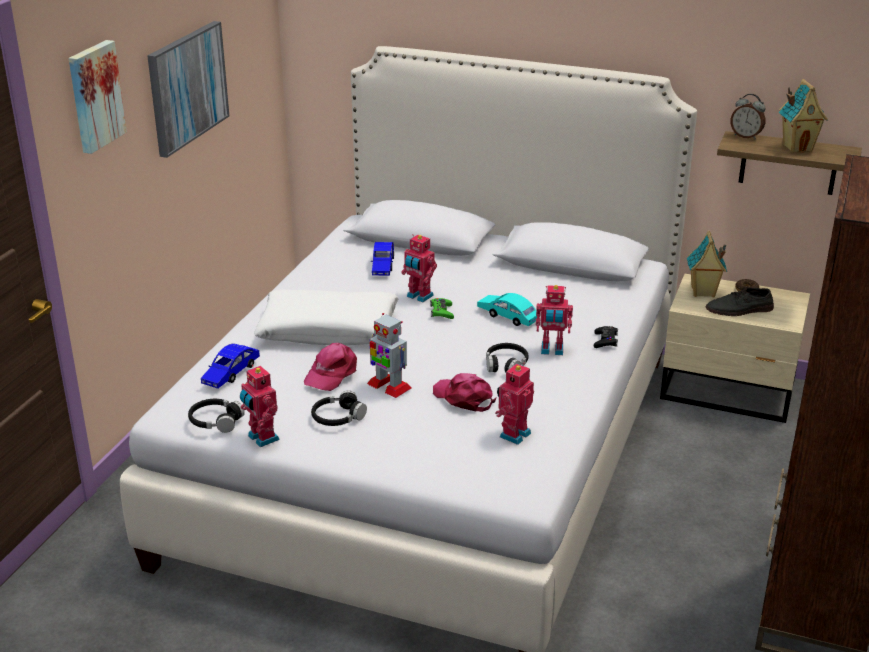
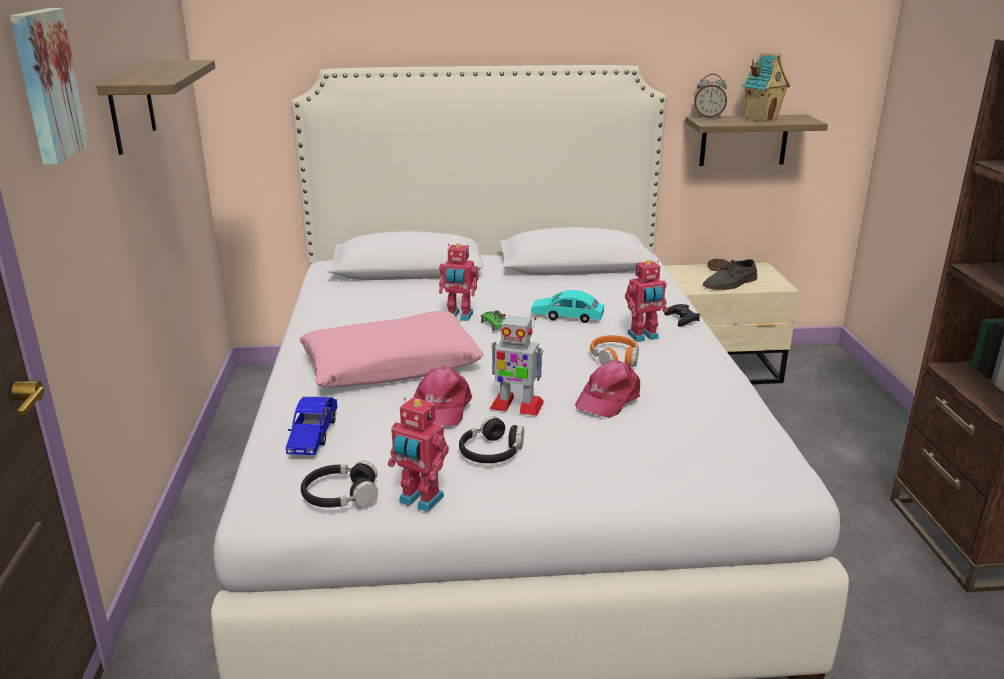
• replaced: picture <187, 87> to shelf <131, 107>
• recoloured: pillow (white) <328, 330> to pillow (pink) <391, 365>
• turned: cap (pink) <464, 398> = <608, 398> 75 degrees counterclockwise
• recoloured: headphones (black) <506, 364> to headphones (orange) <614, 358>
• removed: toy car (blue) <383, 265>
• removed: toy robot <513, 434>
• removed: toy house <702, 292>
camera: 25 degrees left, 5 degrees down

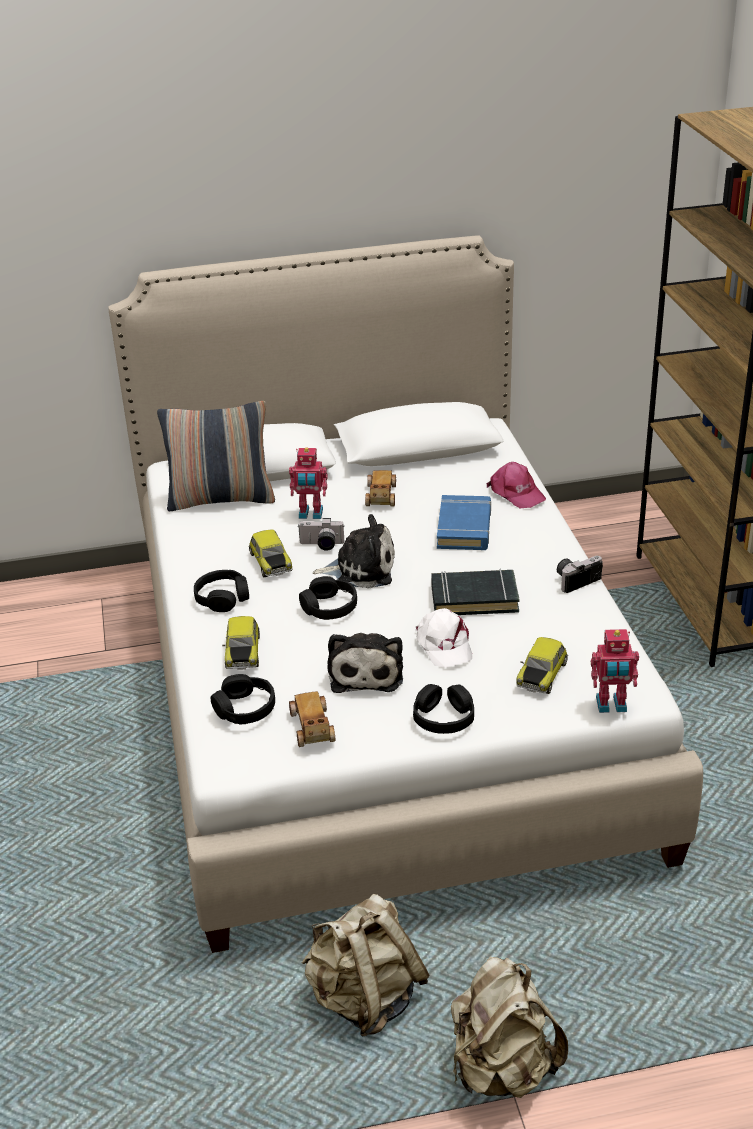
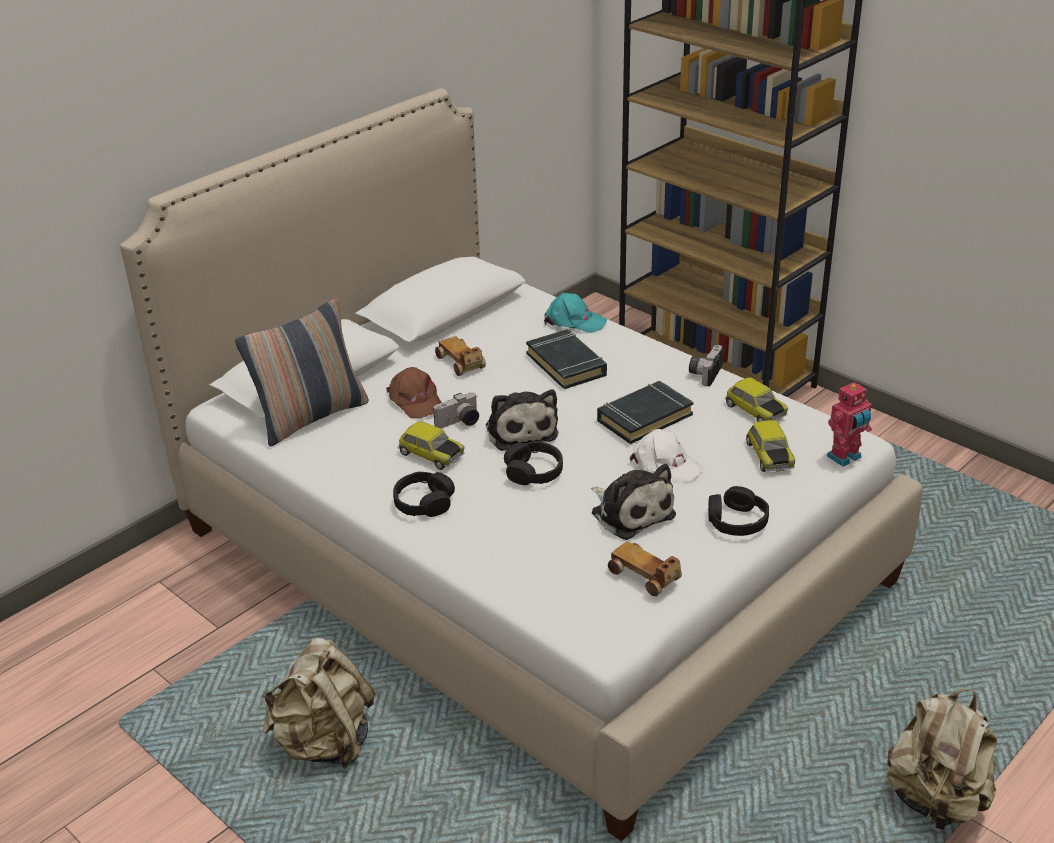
• moved: backpack (beige) <365, 998> to <324, 742>
• replaced: toy robot <310, 514> to cap (brown) <415, 400>
• turned: plush toy <361, 569> = <520, 430> 105 degrees clockwise
• recoloured: book (blue) <464, 528> to book (black) <566, 364>
• recoloured: cap (pink) <516, 493> to cap (turquoise) <574, 321>
• moved: toy car <242, 652> to <754, 411>
• removed: headphones (black) <245, 708>
camera: 35 degrees left, 0 degrees up

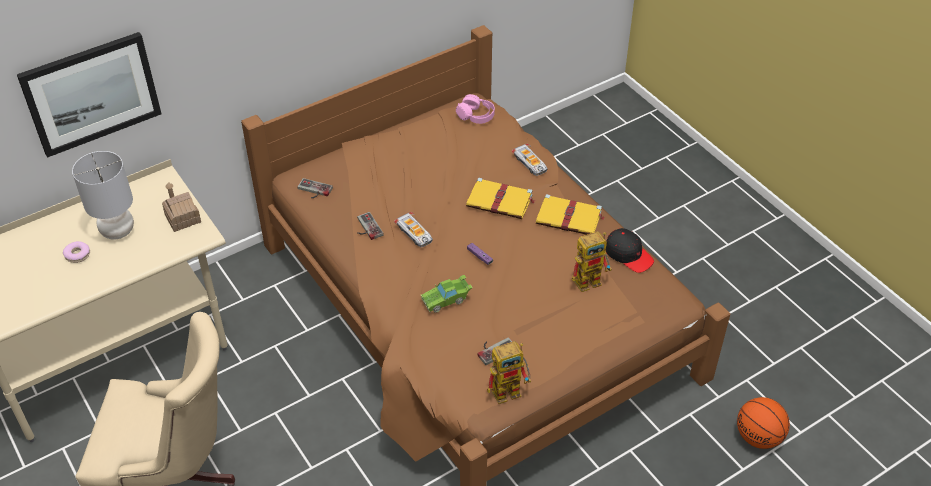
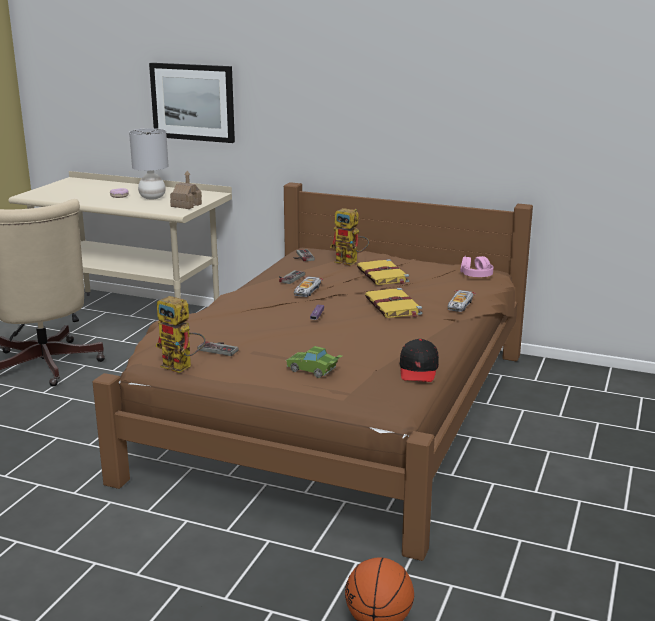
• moved: toy car (green) <446, 299> to <314, 371>
• moved: toy robot <591, 279> to <351, 262>
• moved: book (yellow) <570, 218> to <383, 275>
camera: 55 degrees right, 25 degrees down

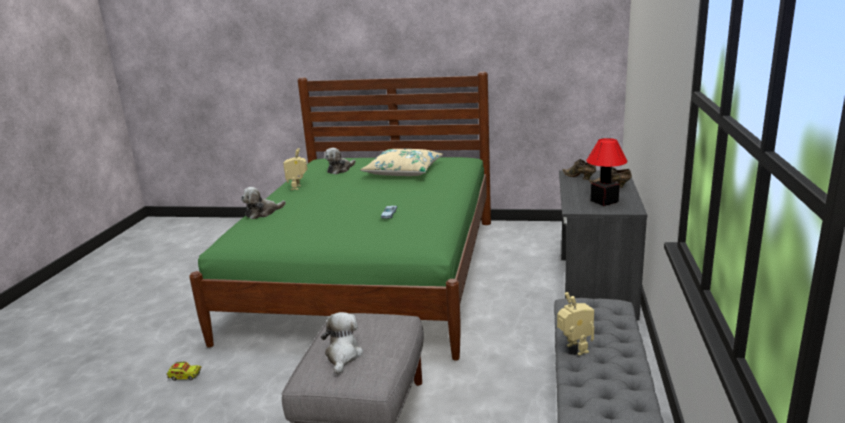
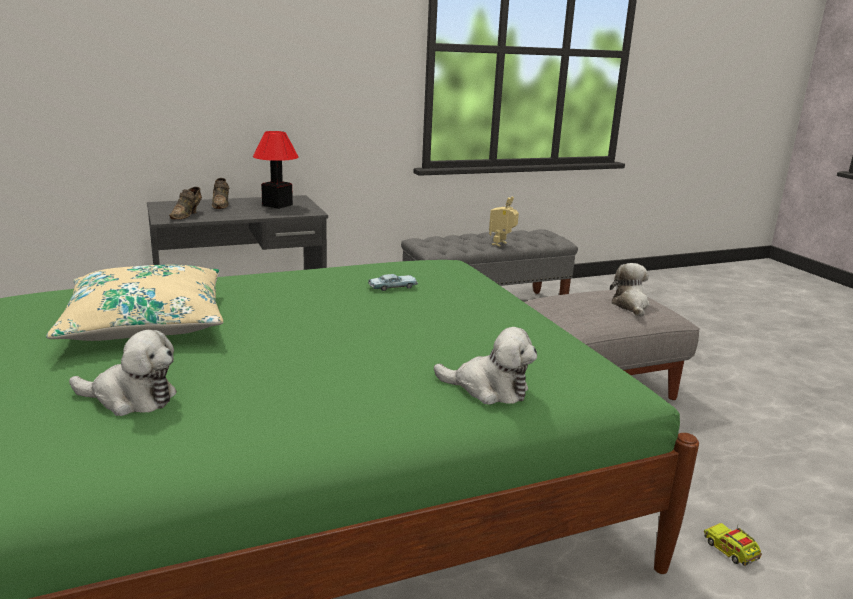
• turned: plush toy <343, 356> = <630, 305> 120 degrees clockwise
• removed: toy robot <298, 187>
camera: 125 degrees left, 0 degrees up

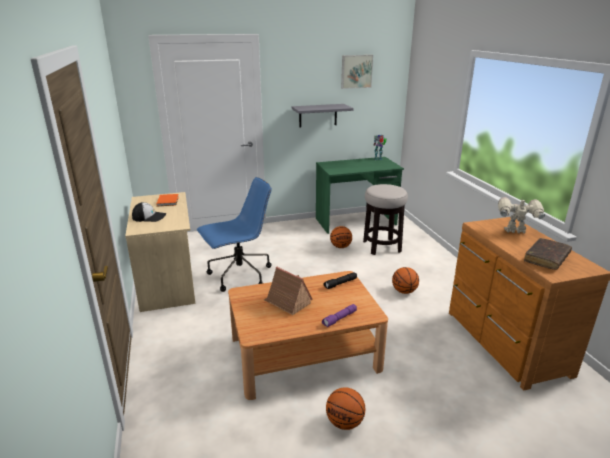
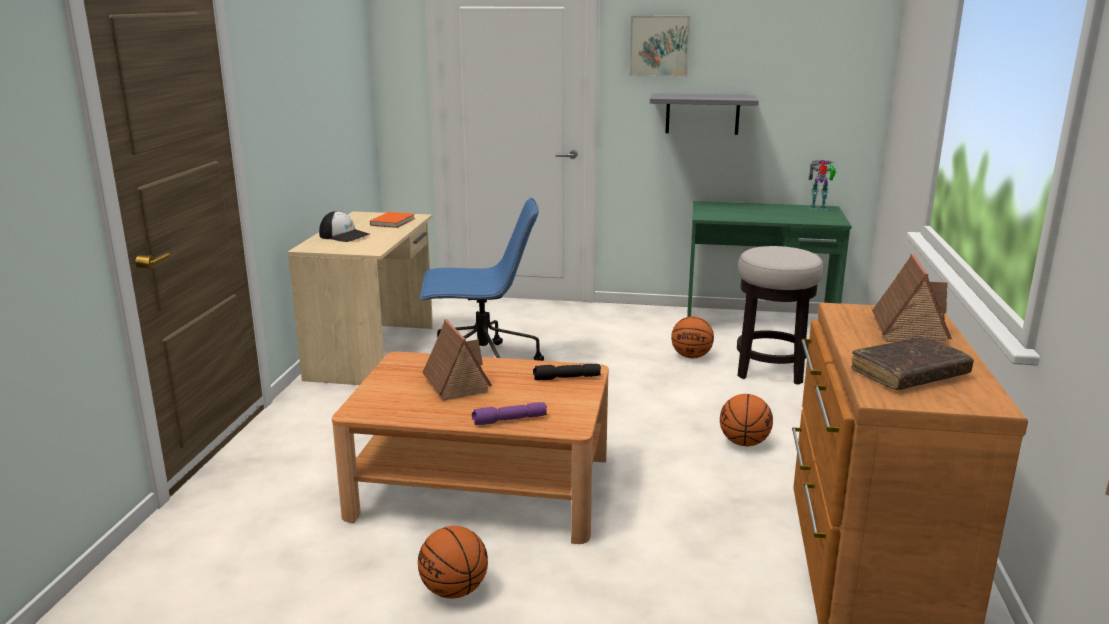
• moved: picture <356, 71> to <659, 46>
• replaced: toy robot <515, 232> to toy house <907, 330>
camera: 25 degrees right, 5 degrees down

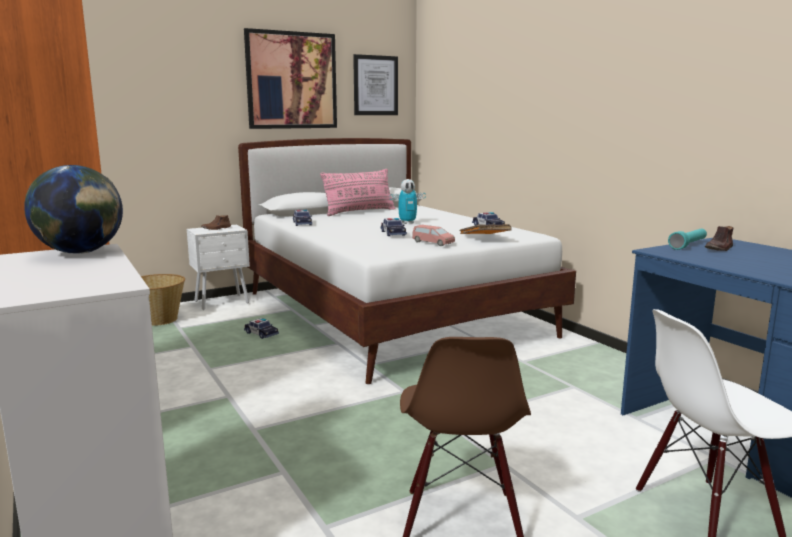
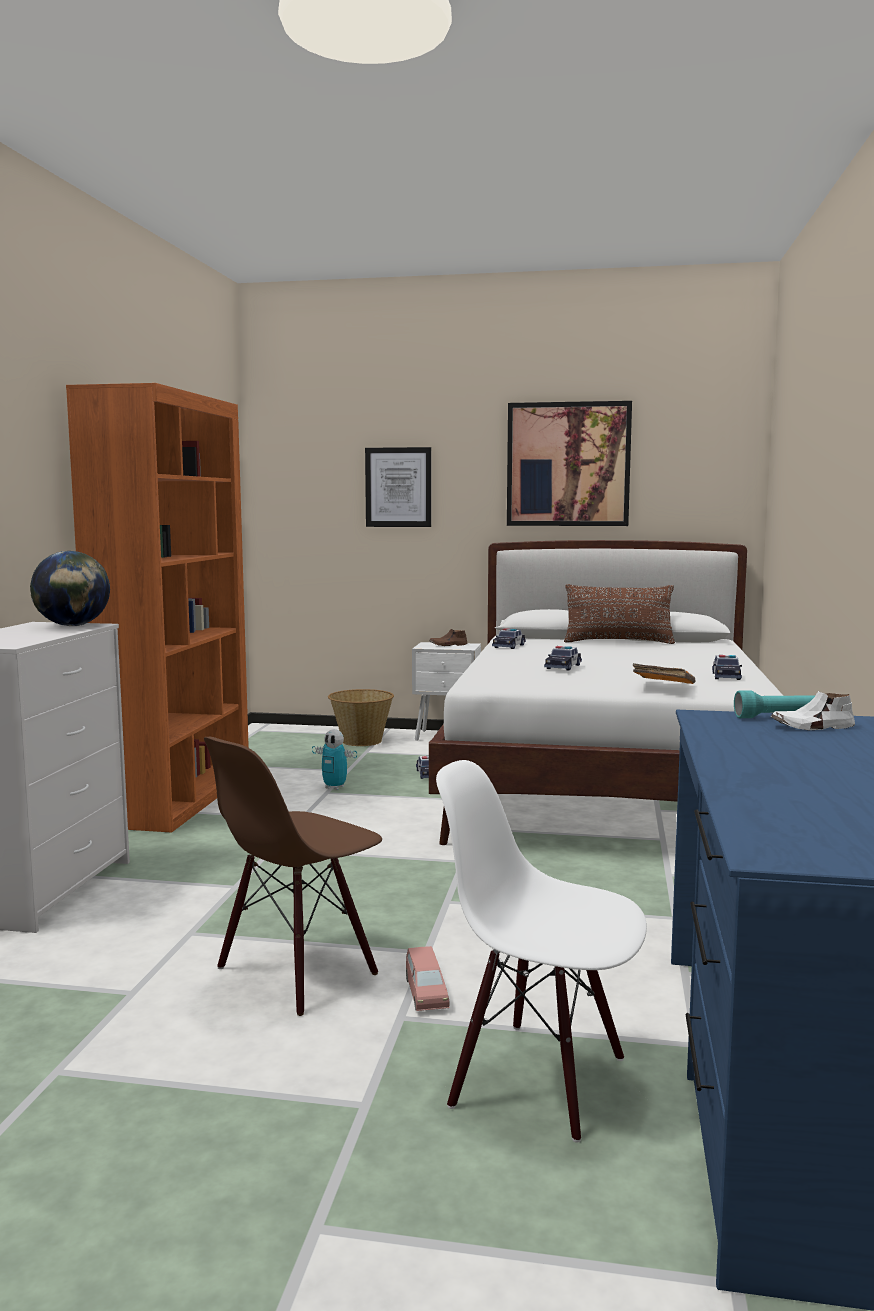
• moved: toy robot <407, 223> to <334, 787>
• moved: picture <375, 85> to <398, 487>
• moved: toy car (pink) <433, 243> to <426, 993>
• recoloured: pillow (pink) <359, 212> to pillow (brown) <618, 642>
• recoloured: shoe (brown) <719, 248> to shoe (white) <813, 727>
camera: 40 degrees right, 5 degrees down

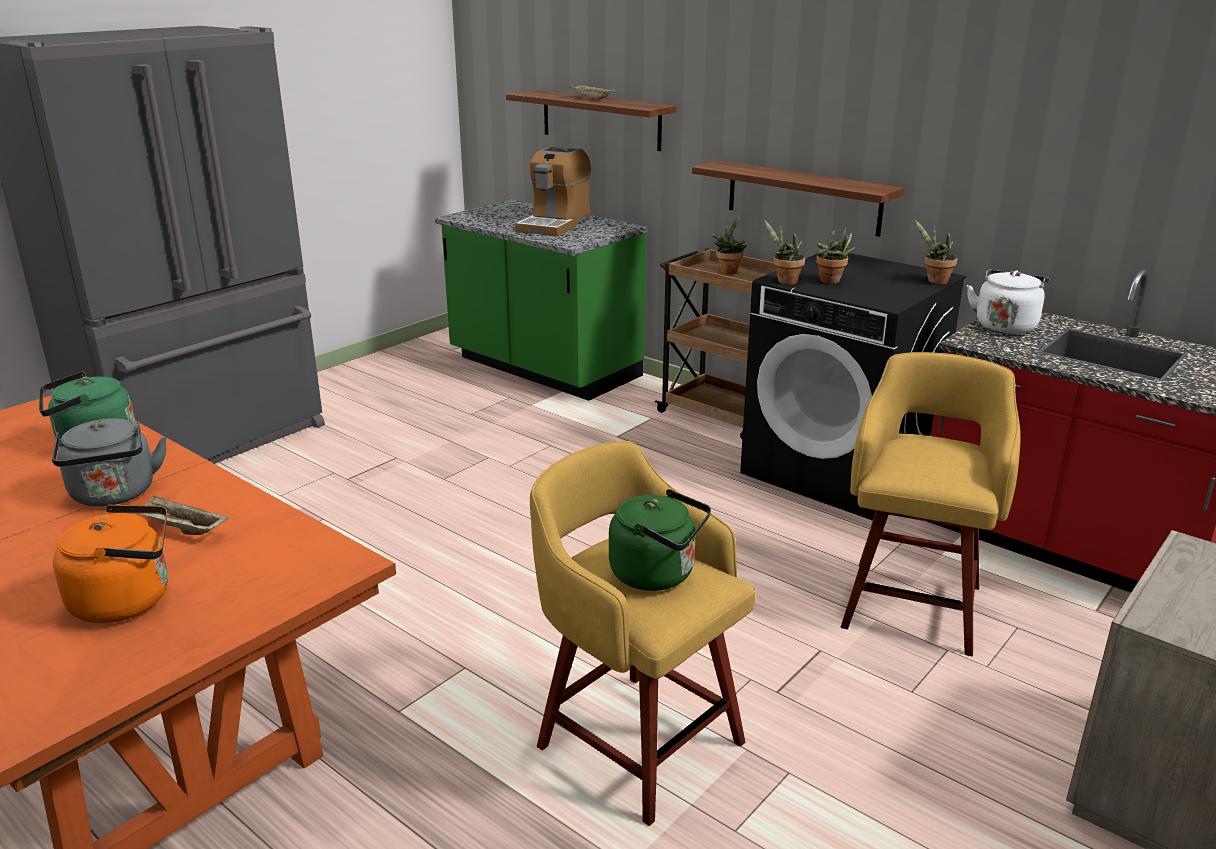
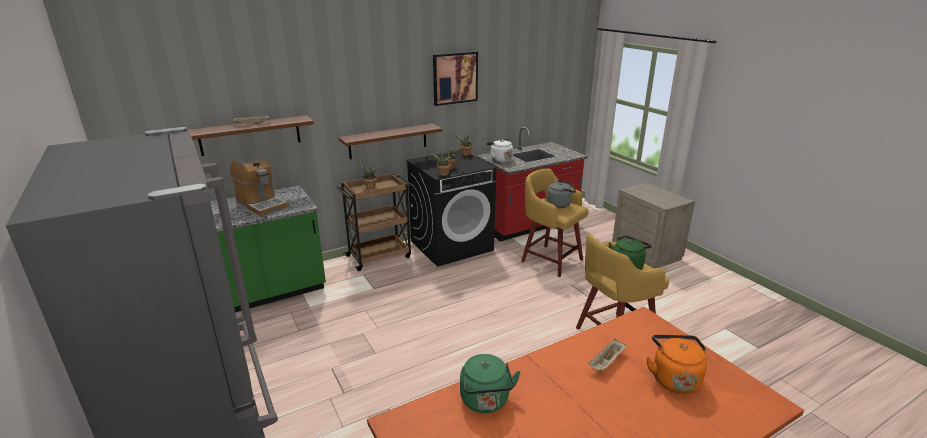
• added: picture <455, 78>
• moved: kettle (grey) <114, 495> to <560, 204>
camera: 70 degrees left, 0 degrees up

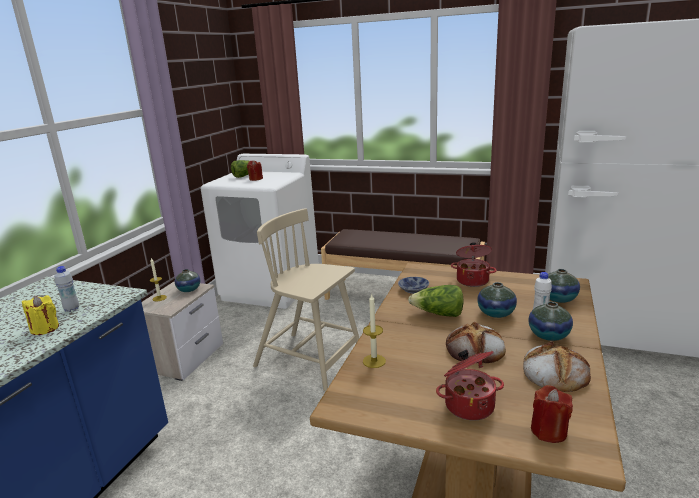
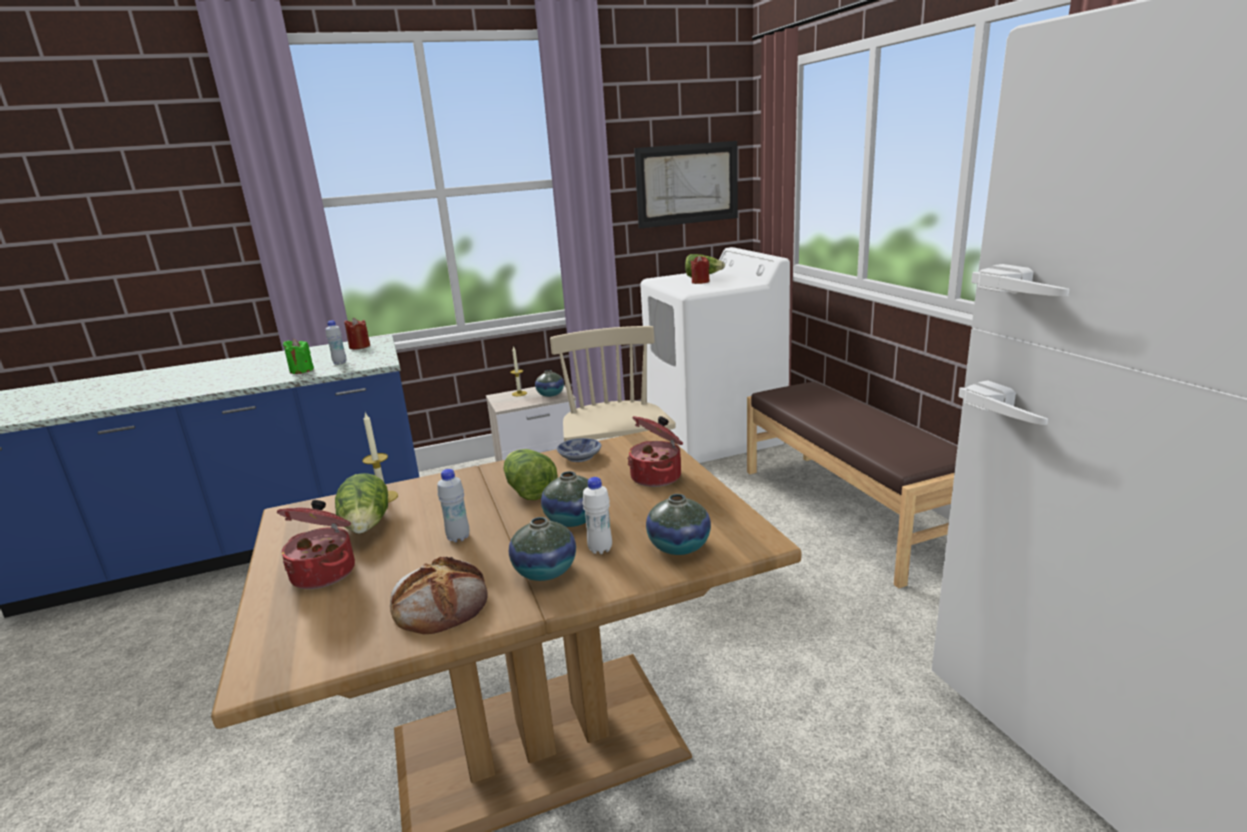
• recoloured: candle (yellow) <45, 329> to candle (green) <301, 370>
• added: lettuce <367, 526>
• moved: candle (red) <549, 431> to <359, 346>
• replaced: bread <476, 349> to bottle (white) <458, 537>
• added: picture <687, 184>
camera: 50 degrees right, 0 degrees up

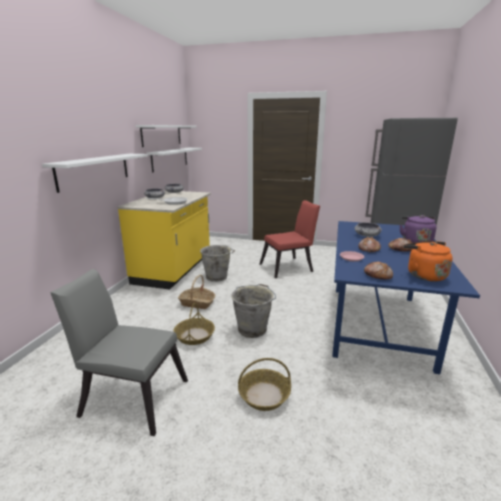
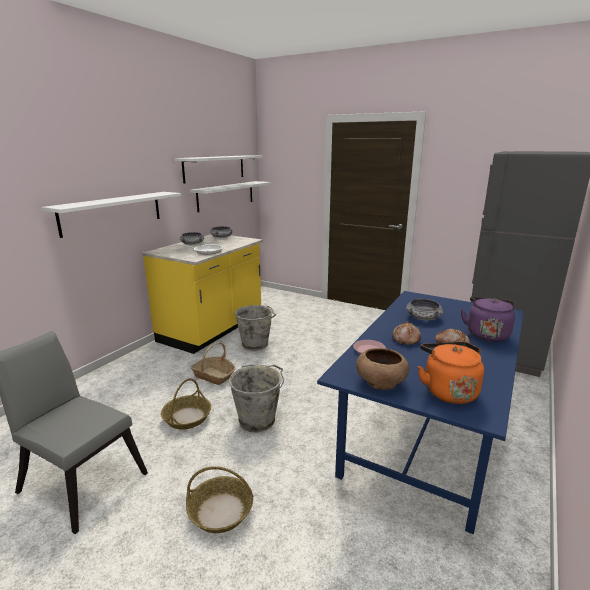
• replaced: bread <377, 275> to bowl (brown) <380, 382>
• removed: chair (red) <289, 267>
camera: 15 degrees right, 0 degrees up

